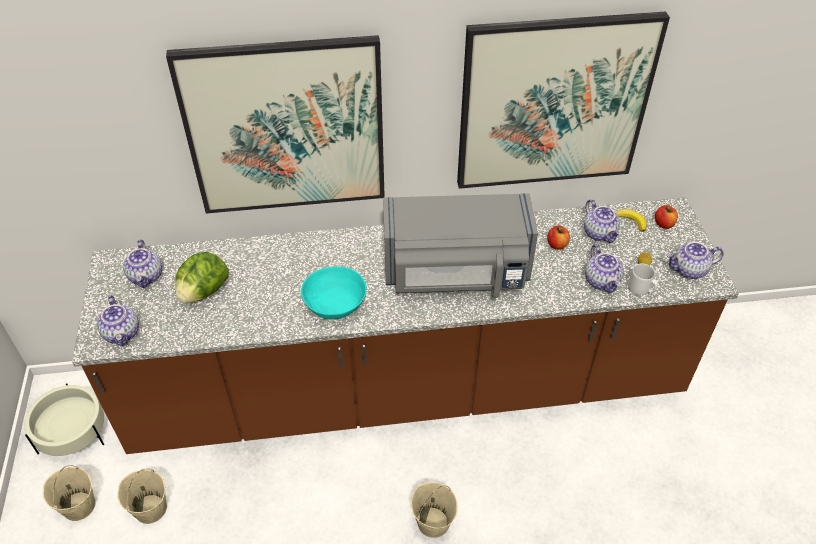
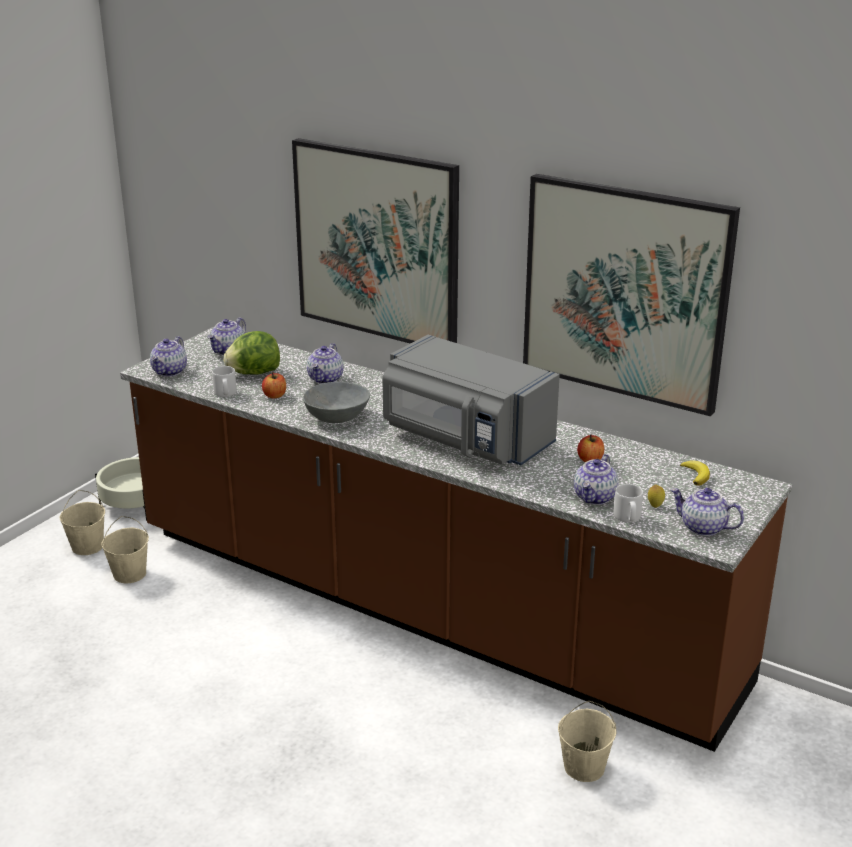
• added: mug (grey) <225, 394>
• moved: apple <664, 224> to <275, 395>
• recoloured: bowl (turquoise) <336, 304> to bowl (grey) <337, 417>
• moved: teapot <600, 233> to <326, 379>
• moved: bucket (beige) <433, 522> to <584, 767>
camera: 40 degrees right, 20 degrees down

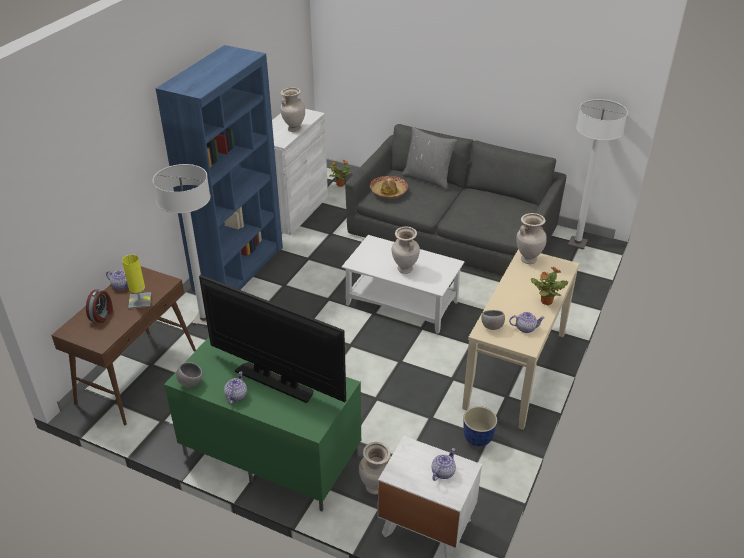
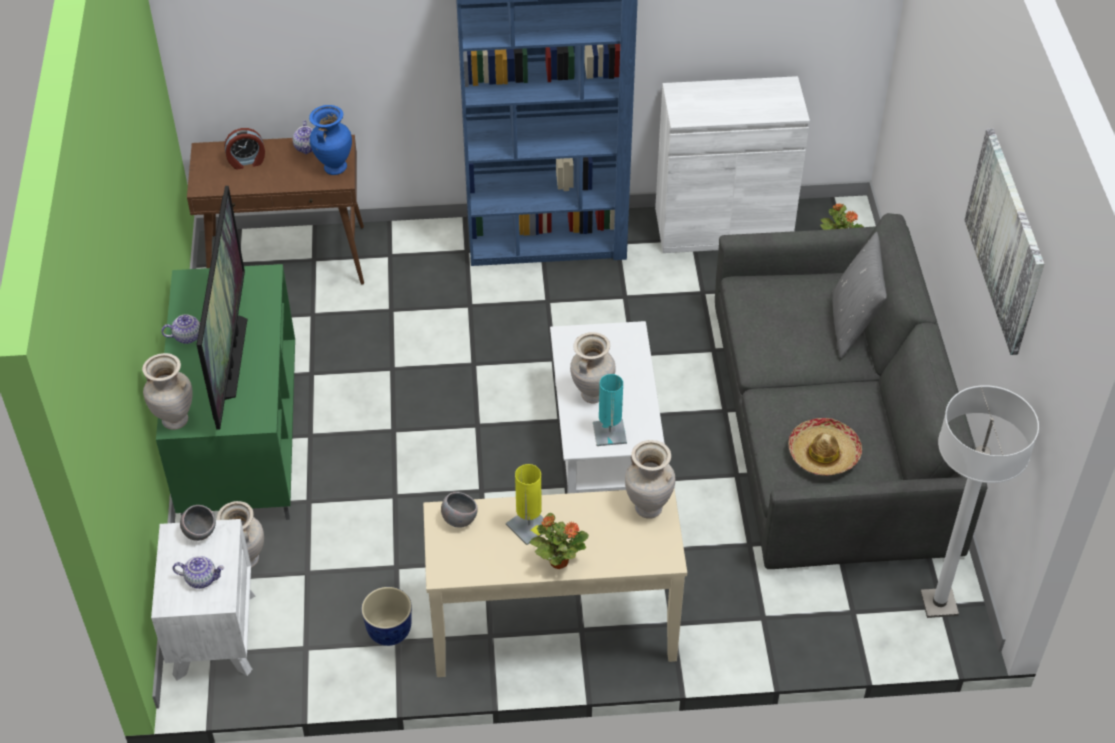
• moved: vase (beige) <294, 129> to <175, 420>
• moved: bowl (grey) <190, 383> to <200, 532>
• added: vase (blue) <334, 168>
• moved: table lamp (yellow) <140, 301> to <529, 526>
• added: table lamp (turquoise) <609, 433>
• moved: hat <388, 191> to <823, 454>
• added: picture <1005, 240>
• removed: floor lamp (white) <204, 320>
• removed: teapot <525, 328>
camera: 60 degrees right, 10 degrees up

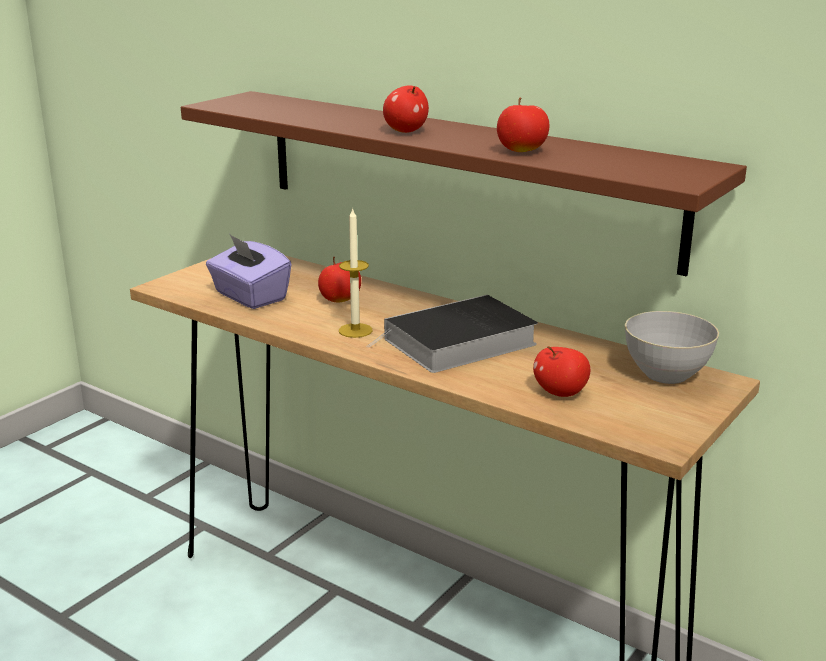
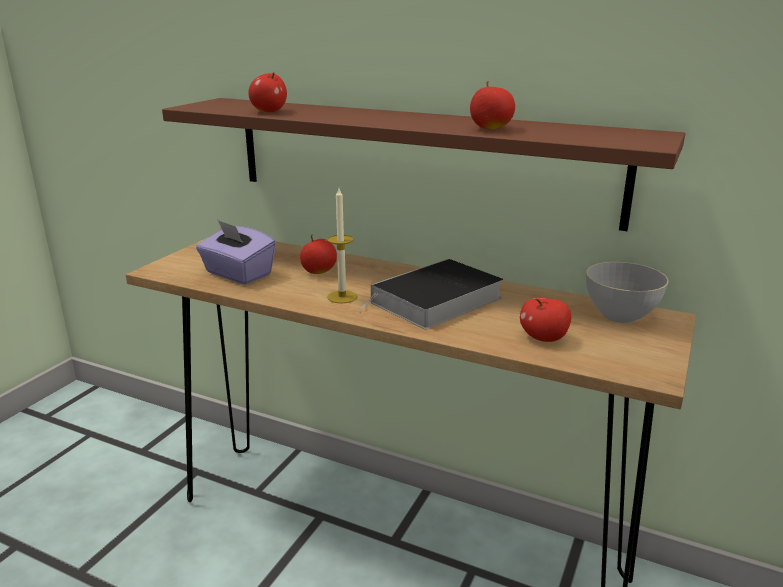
• moved: apple <405, 131> to <269, 112>
camera: 10 degrees left, 0 degrees up

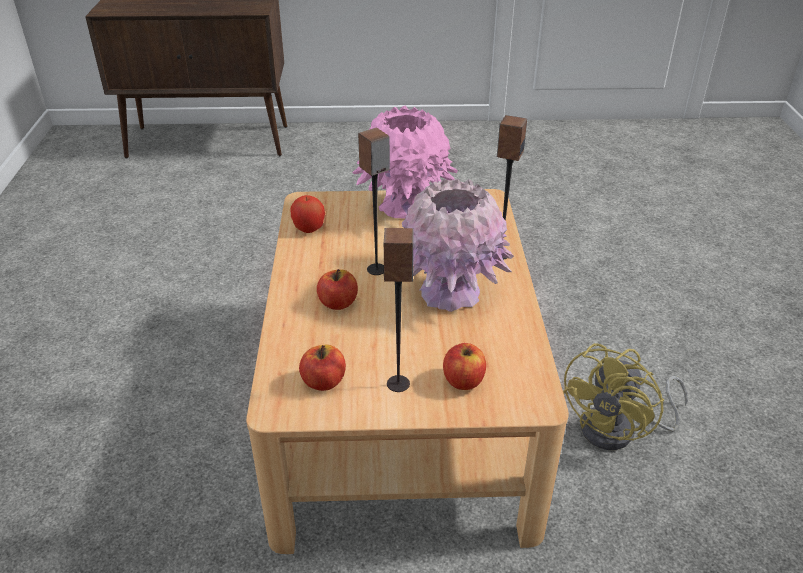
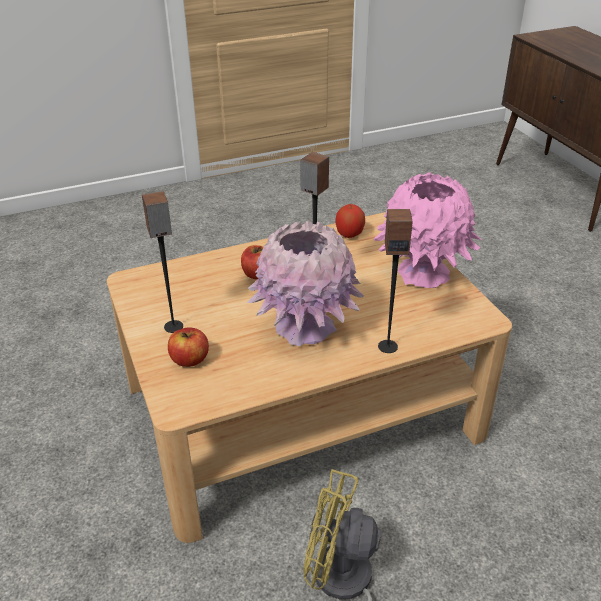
• removed: apple <323, 382>
camera: 70 degrees right, 0 degrees up

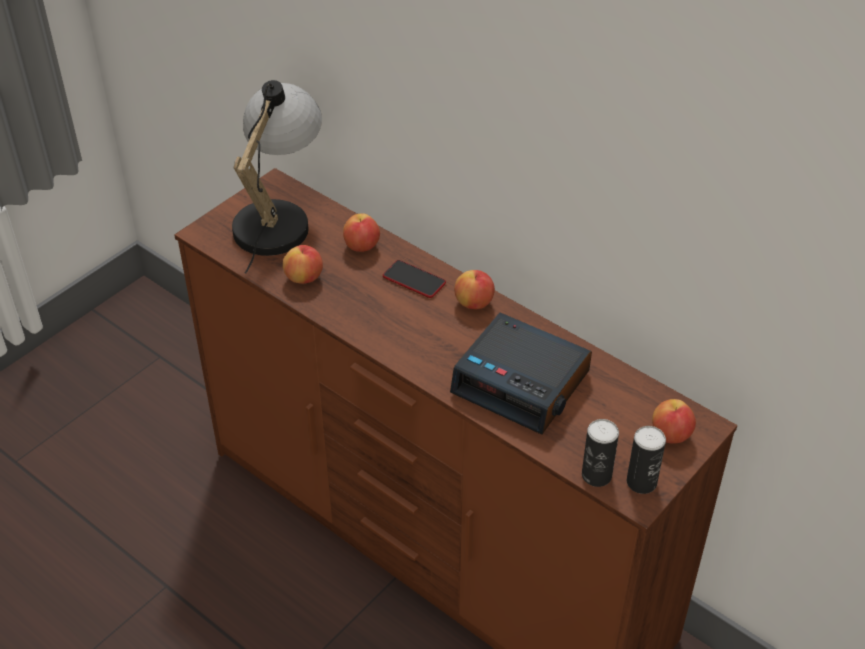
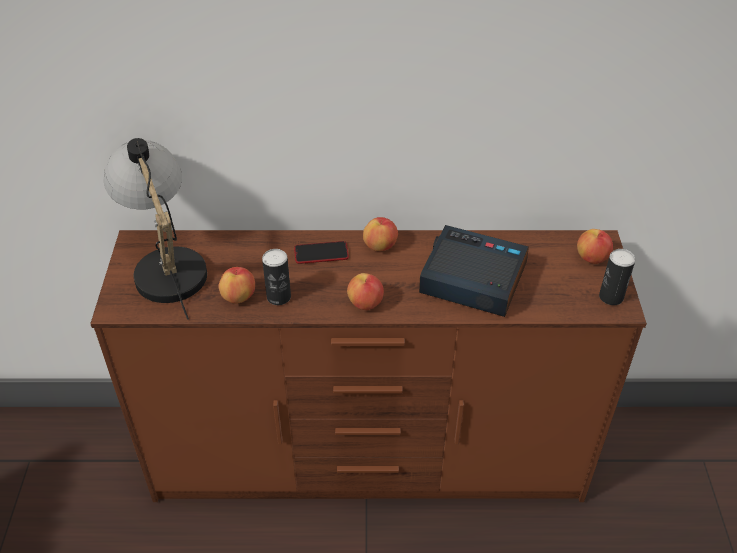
• moved: can <596, 475> to <278, 297>
• moved: apple <362, 246> to <365, 303>
• turned: alarm clock <522, 383> = <471, 279> 150 degrees counterclockwise
camera: 40 degrees left, 0 degrees up

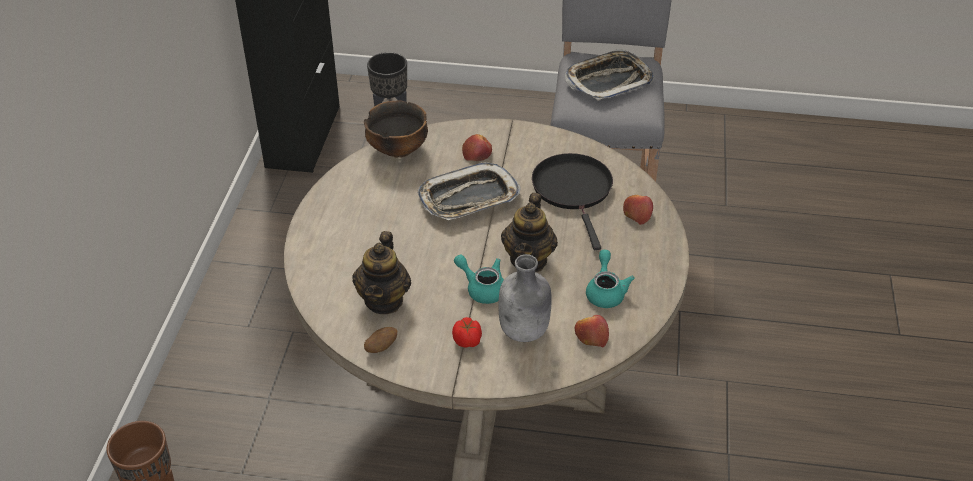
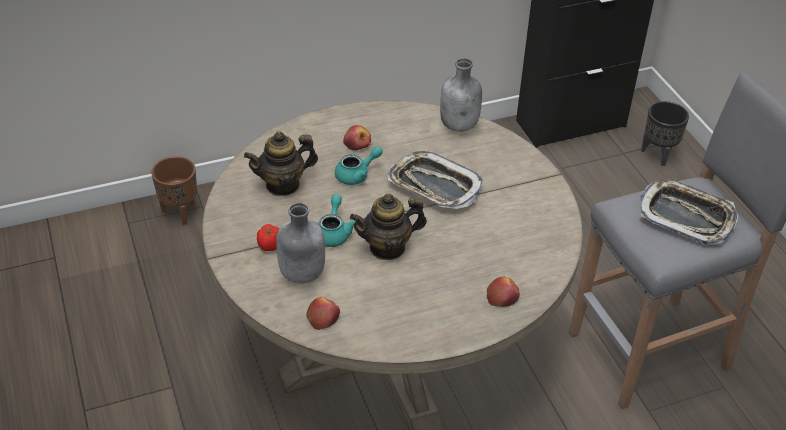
• moved: teapot (turquoise) <605, 291> to <357, 175>
• moved: apple <477, 153> to <357, 143>
• replaced: bowl <398, 150> to bottle (grey) <460, 125>
• removed: potato <381, 347>
• removed: frying pan (black) <574, 190>
camera: 60 degrees right, 0 degrees up

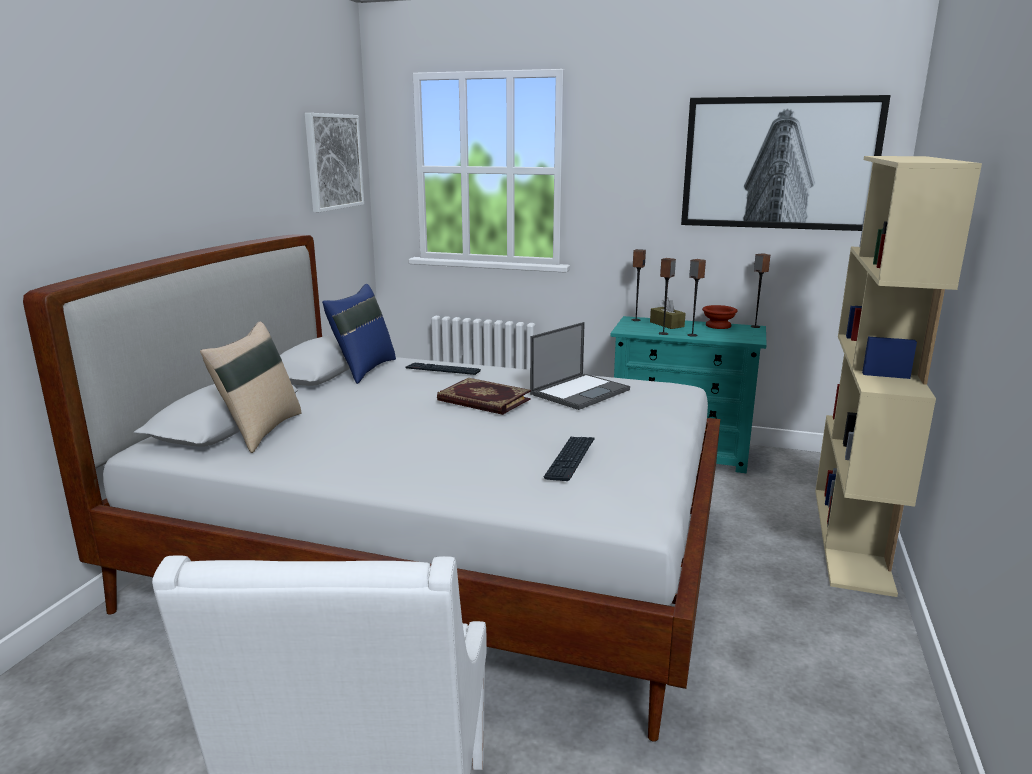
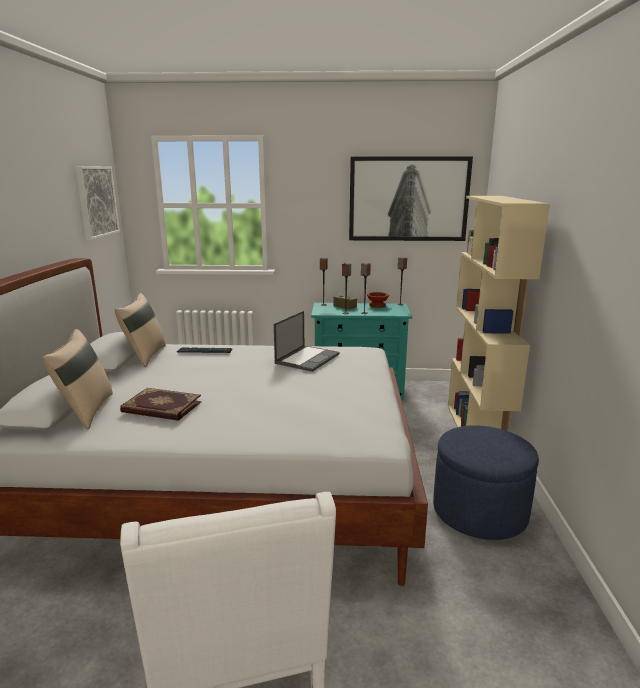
• recoloured: pillow (blue) <363, 369> to pillow (beige) <144, 356>
• moved: book <483, 400> to <161, 408>
• added: ottoman (blue) <479, 511>
• removed: keyboard <570, 459>
camera: 15 degrees left, 0 degrees up

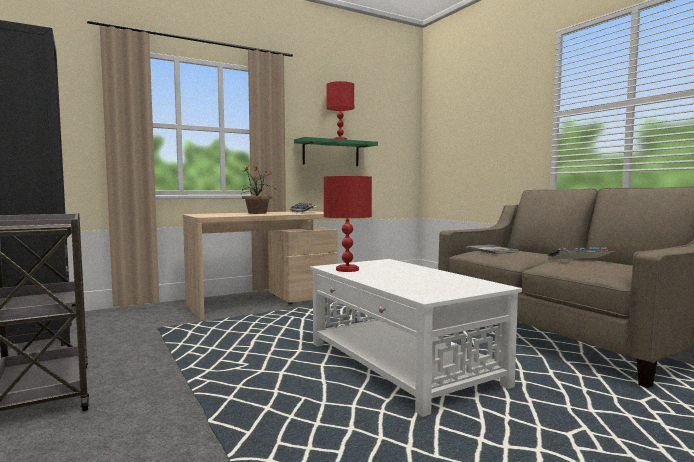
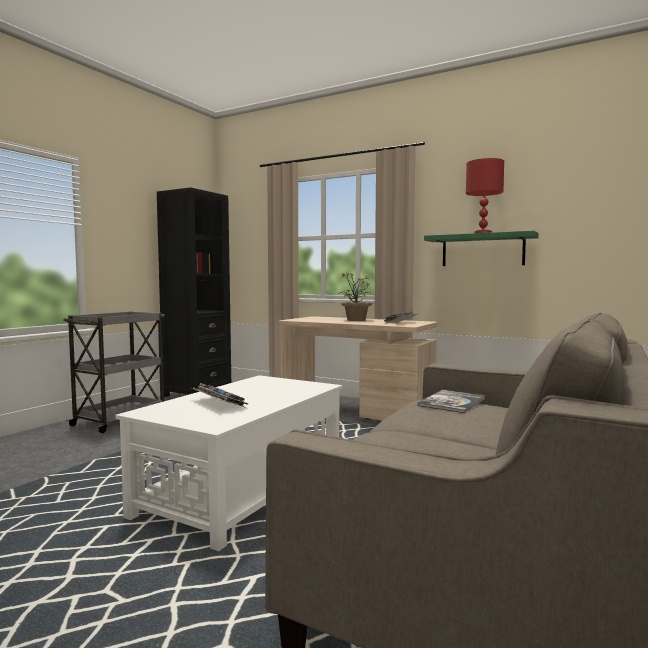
• moved: keyboard <579, 260> to <217, 403>
• removed: table lamp (red) <348, 269>
camera: 60 degrees right, 0 degrees up

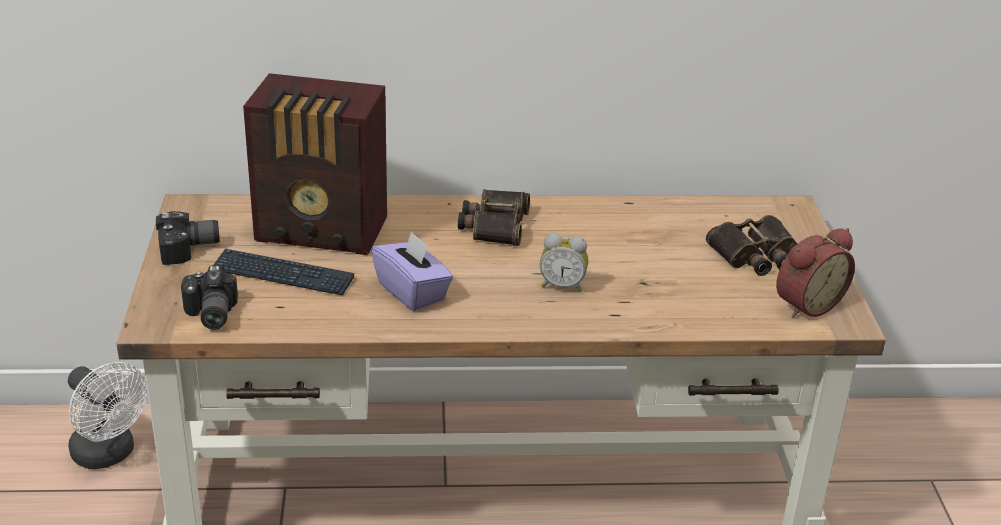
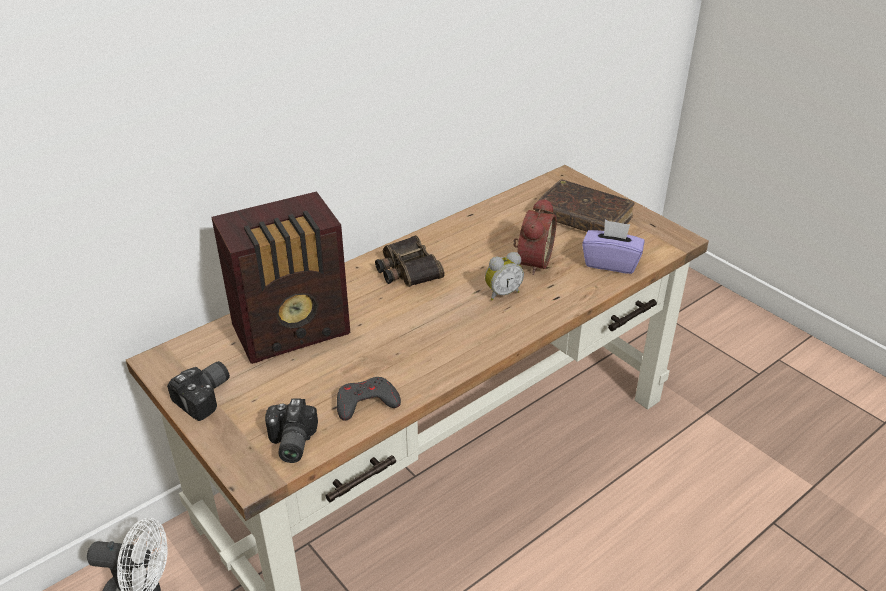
• turned: photo camera <209, 315> = <289, 443> 45 degrees clockwise
• added: game controller (grey) <366, 402>
• moved: alarm clock <805, 304> to <531, 261>
• replaced: binoculars <755, 255> to book (brown) <583, 218>
• moved: tissue box (purple) <412, 292> to <610, 263>
• removed: keyboard <282, 275>
camera: 35 degrees left, 5 degrees up

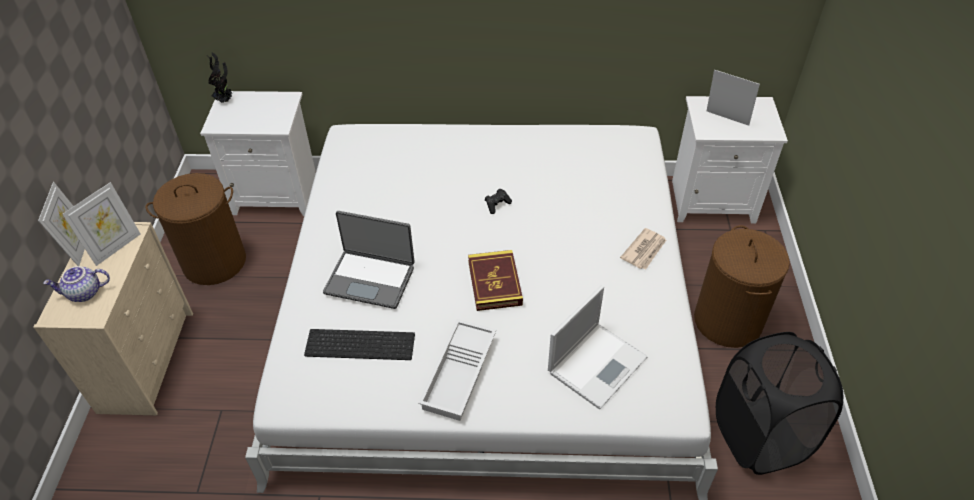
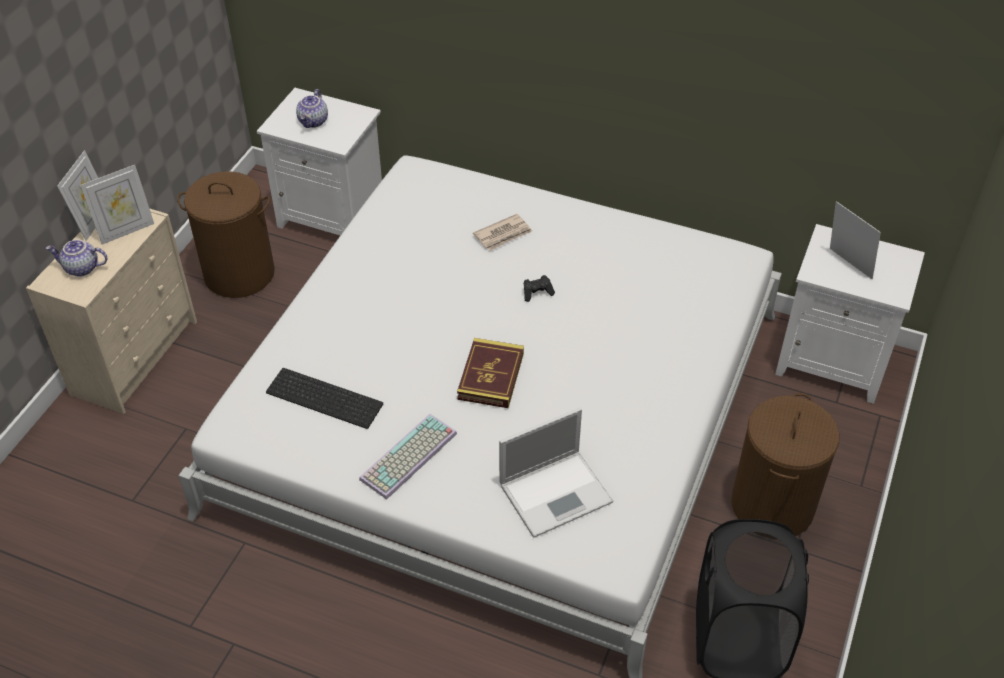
• added: teapot <314, 121>
• replaced: tray (white) <460, 374> to keyboard <409, 458>
• moved: newspaper <644, 250> to <503, 234>
• removed: potted plant <225, 100>
• removed: laptop <370, 278>
camera: 20 degrees right, 0 degrees up

